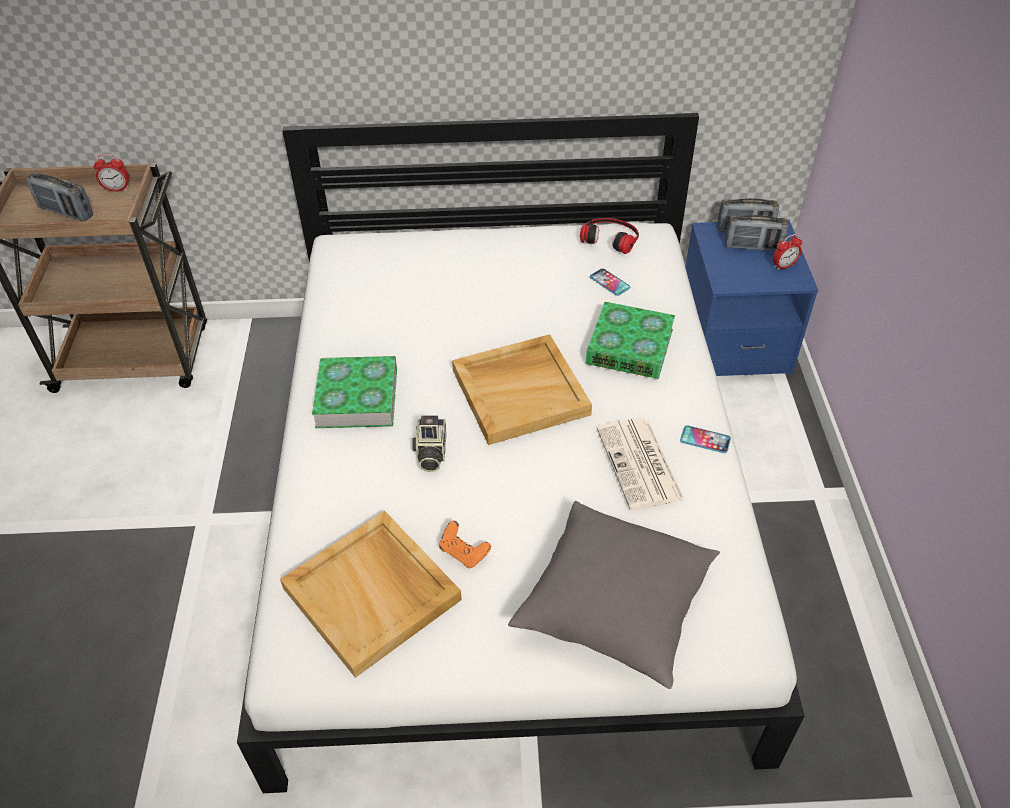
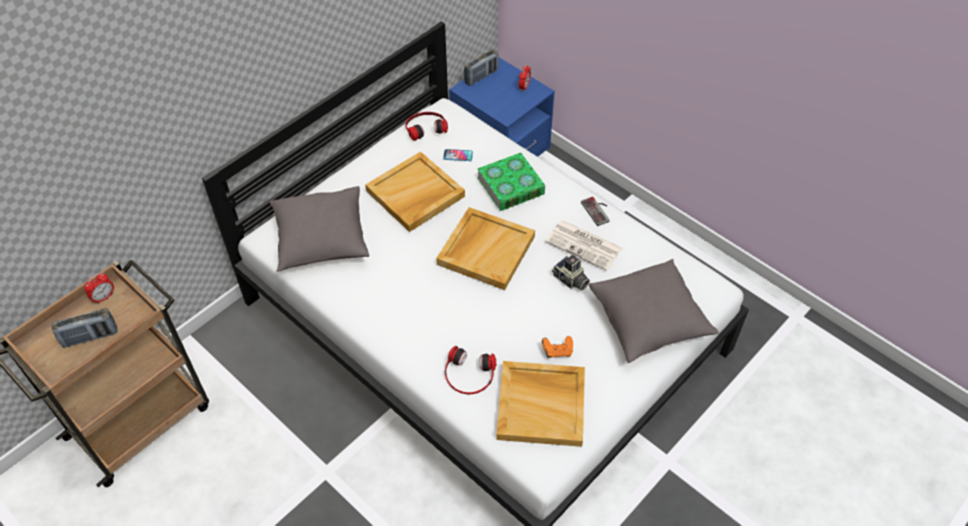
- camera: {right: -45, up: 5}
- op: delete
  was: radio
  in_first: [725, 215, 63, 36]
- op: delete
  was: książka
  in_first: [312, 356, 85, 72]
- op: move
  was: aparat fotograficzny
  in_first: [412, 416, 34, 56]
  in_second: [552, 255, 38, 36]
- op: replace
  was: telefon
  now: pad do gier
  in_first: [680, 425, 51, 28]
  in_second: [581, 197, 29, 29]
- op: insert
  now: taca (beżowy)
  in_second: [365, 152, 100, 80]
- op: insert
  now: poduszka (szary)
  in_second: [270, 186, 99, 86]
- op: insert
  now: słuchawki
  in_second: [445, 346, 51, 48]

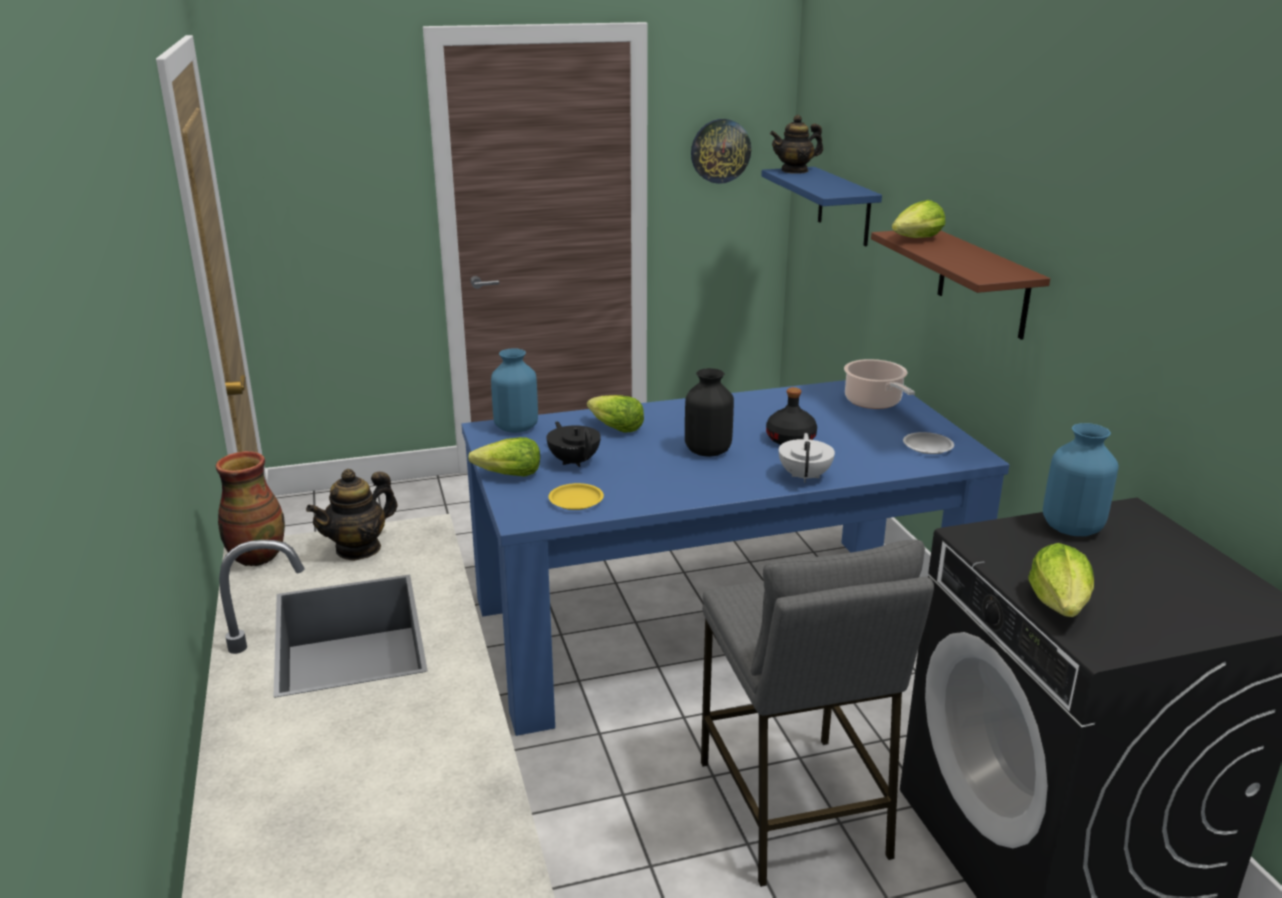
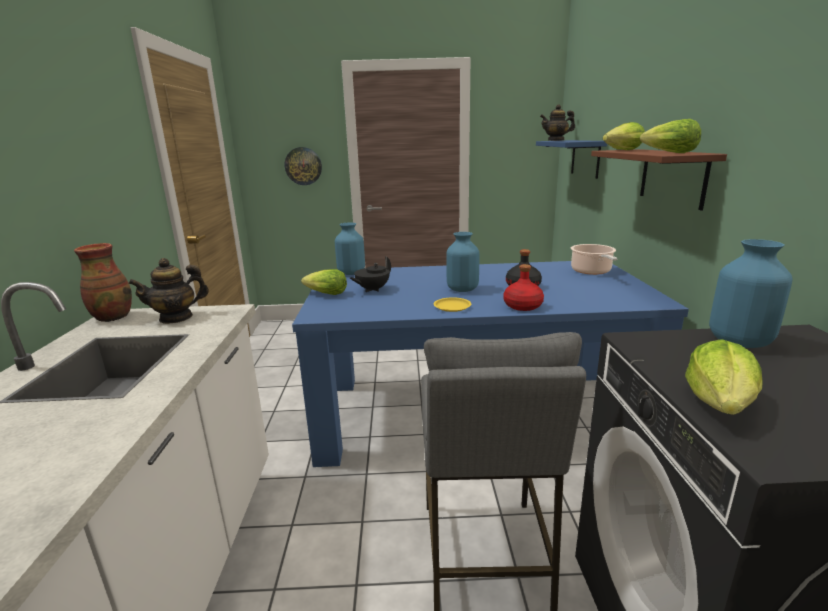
- camera: {right: 15, up: -5}
- op: move
  was: zegar ścienny
  in_first: [691, 119, 60, 65]
  in_second: [285, 147, 37, 38]
- op: recolor
  was: wazon (czarny)
  now: wazon (niebieski)
  in_first: [685, 368, 49, 89]
  in_second: [446, 232, 33, 60]
- op: move
  was: sałata
  in_first: [587, 395, 57, 38]
  in_second: [640, 119, 61, 34]
- op: rotate
  was: imbryk (czarny)
  in_first: [546, 421, 55, 46]
  in_second: [350, 256, 41, 36]
  clockwise: -120
- op: delete
  was: talerz (biały)
  in_first: [903, 432, 51, 22]
- op: replace
  was: imbryk (biały)
  now: butelka (czerwony)
  in_first: [779, 433, 56, 50]
  in_second: [503, 264, 41, 47]
- op: move
  was: talerz (żółty)
  in_first: [548, 483, 56, 27]
  in_second: [433, 297, 38, 15]

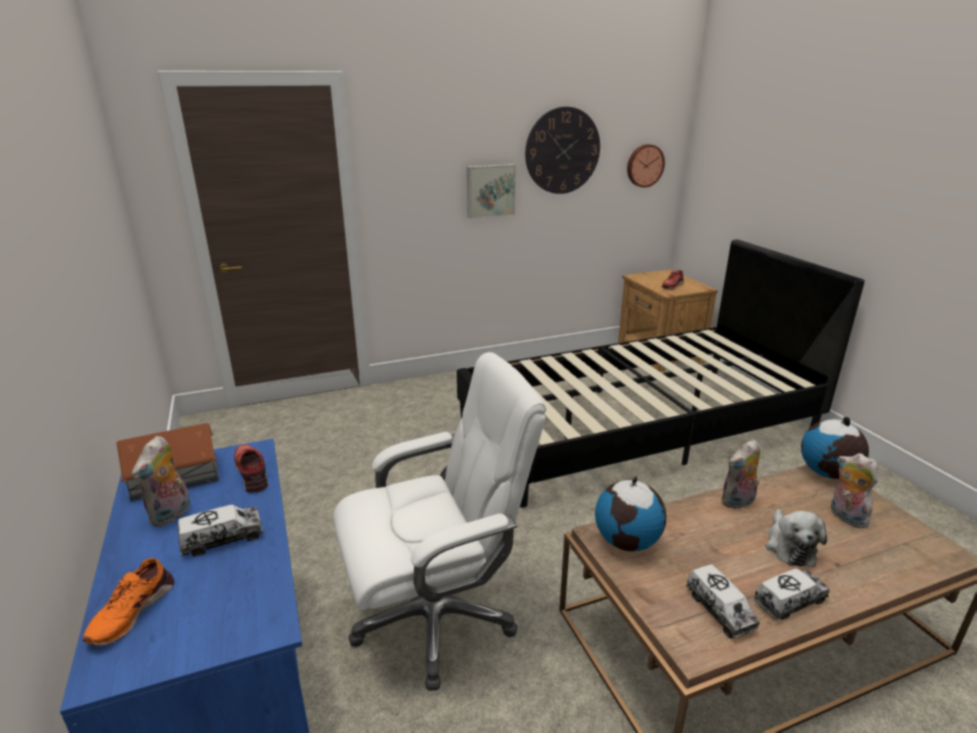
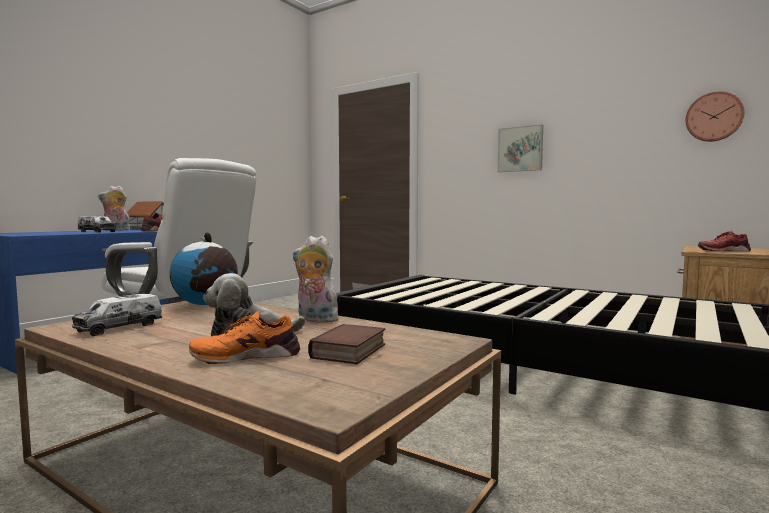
- camera: {right: 55, up: -20}
- op: delete
  was: zegar ścienny
  in_first: [525, 107, 75, 87]
- op: delete
  was: globus
  in_first: [801, 417, 68, 62]
- op: replace
  was: pluszak
  now: książka
  in_first: [831, 453, 48, 75]
  in_second: [308, 324, 77, 40]
- op: move
  was: but (pomarańczowy)
  in_first: [83, 558, 91, 88]
  in_second: [189, 311, 111, 53]
- op: delete
  was: ciężarówka zabawkowa
  in_first: [753, 569, 77, 51]

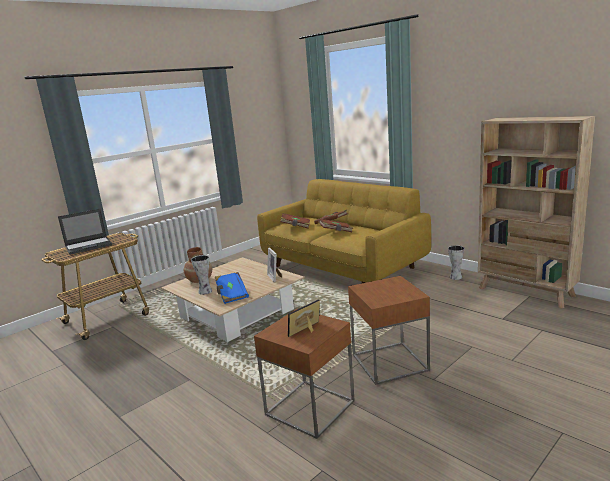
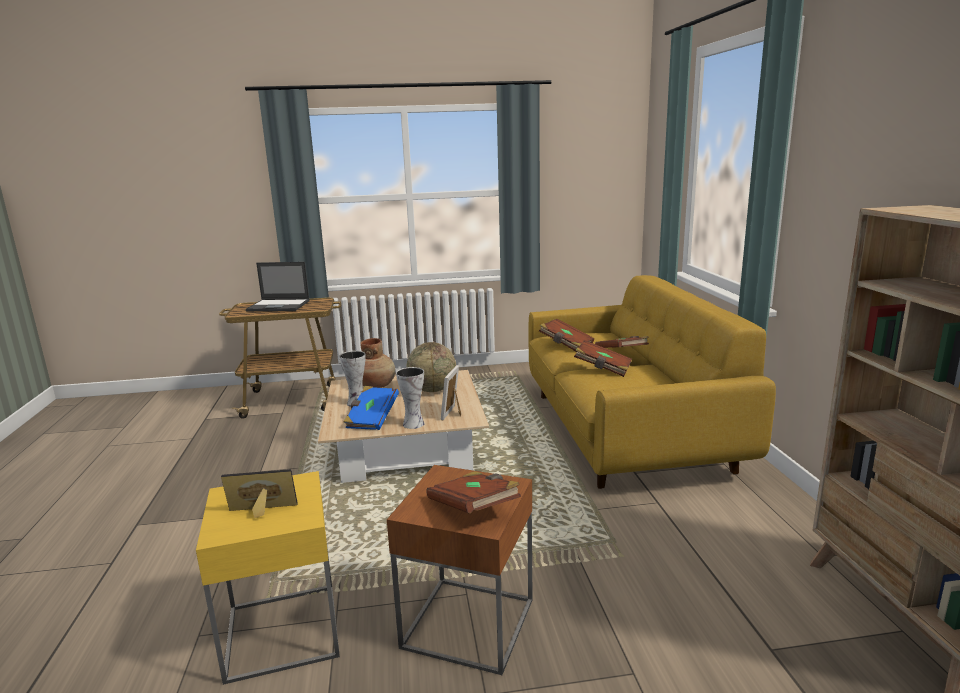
- camera: {right: 35, up: 0}
- op: move
  was: wazon
  in_first: [448, 245, 16, 35]
  in_second: [396, 367, 29, 62]
- op: recolor
  was: stolik (brązowy)
  now: stolik (żółty)
  in_first: [254, 309, 101, 130]
  in_second: [196, 471, 144, 214]
- op: insert
  now: globus
  in_second: [406, 342, 50, 50]
- op: insert
  now: książka (brązowy)
  in_second: [426, 471, 95, 42]

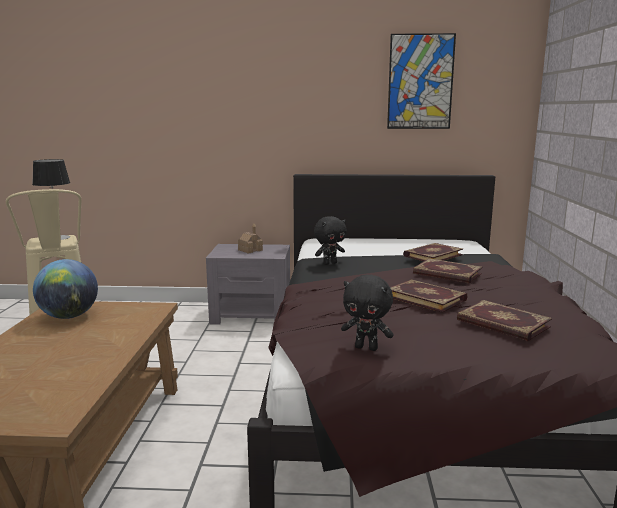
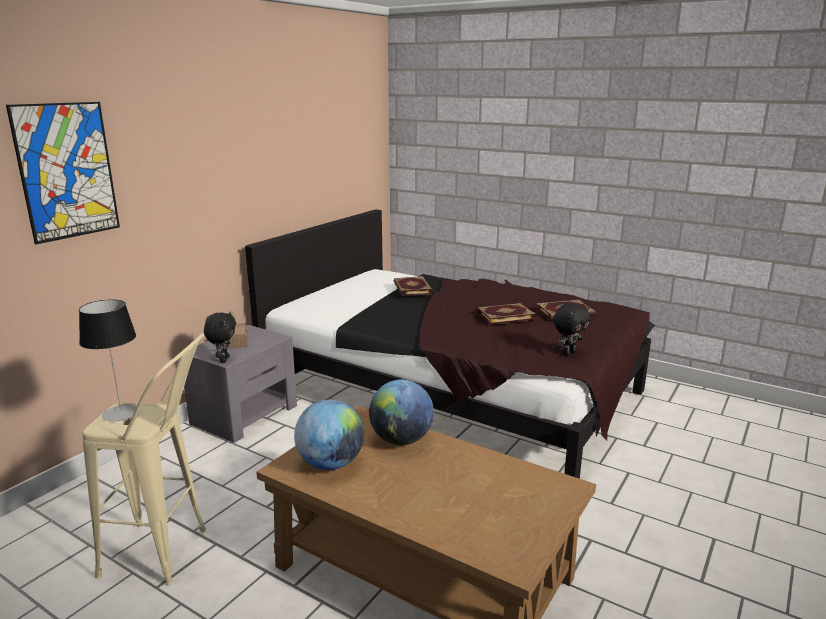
- camera: {right: -60, up: 5}
- op: move
  was: obraz
  in_first: [387, 33, 69, 96]
  in_second: [6, 102, 114, 142]
- op: move
  was: pluszak (czarny)
  in_first: [314, 216, 33, 49]
  in_second: [204, 312, 32, 51]
- op: delete
  was: książka
  in_first: [413, 258, 69, 26]
- op: insert
  now: globus
  in_second: [369, 380, 65, 65]

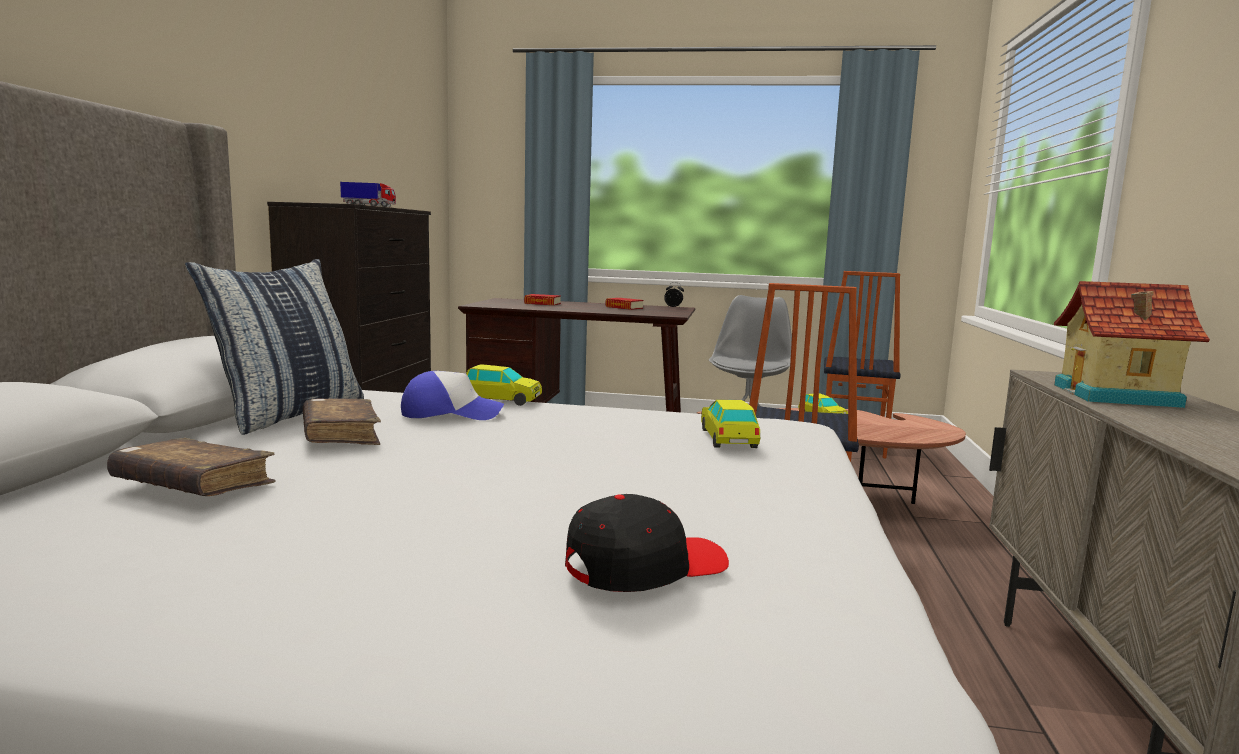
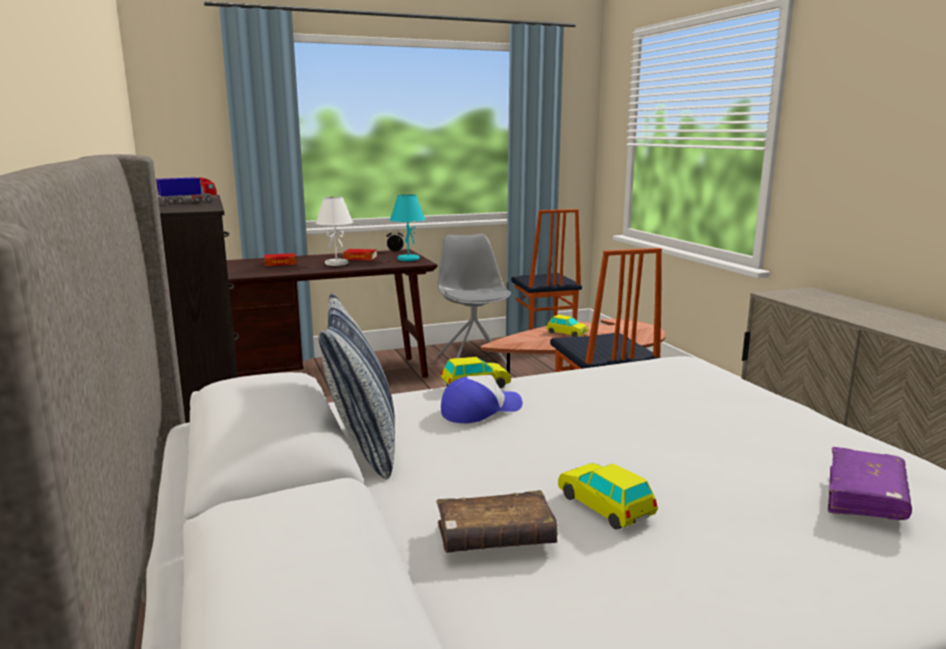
- camera: {right: -30, up: 5}
- op: delete
  was: domek
  in_first: [1054, 281, 156, 127]
- op: delete
  was: książka (brązowy)
  in_first: [303, 398, 78, 47]
- op: move
  was: samochodzik
  in_first: [701, 400, 59, 48]
  in_second: [558, 463, 100, 67]
- op: replace
  was: czapka z daszkiem (czarny)
  now: książka (fioletowy)
  in_first: [565, 494, 164, 98]
  in_second: [828, 447, 84, 73]
- op: insert
  now: lampa stołowa (turkusowy)
  in_second: [390, 194, 35, 67]
- op: insert
  now: lampa stołowa (biały)
  in_second: [316, 197, 37, 69]

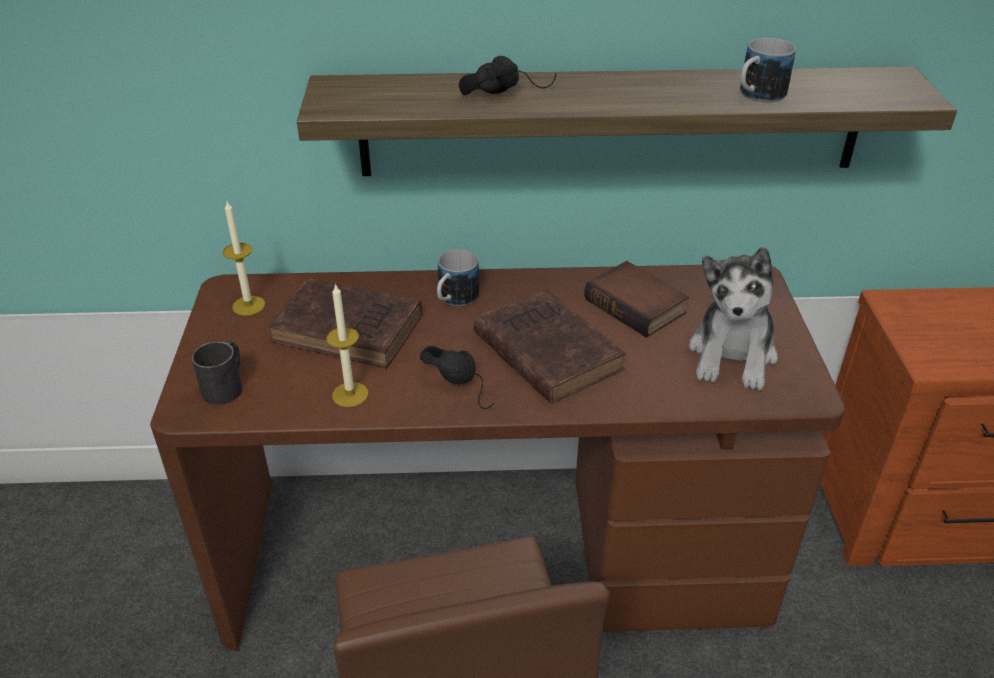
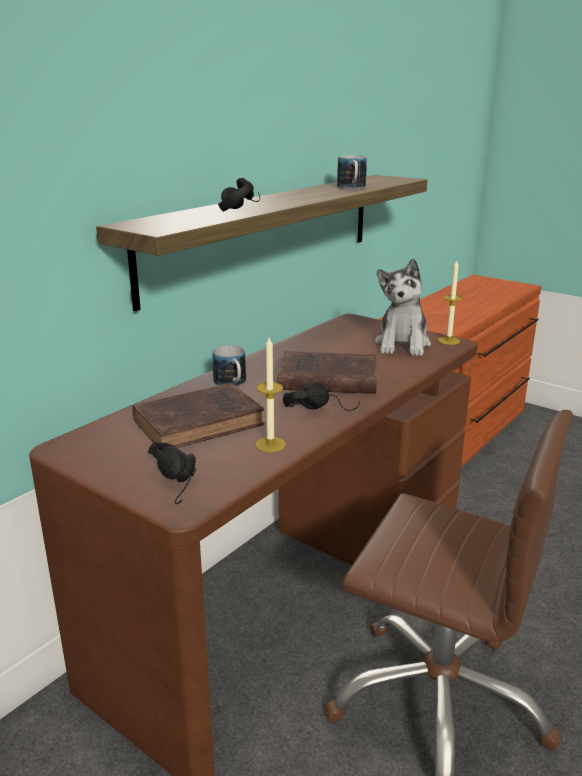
- camera: {right: -50, up: -15}
- op: move
  was: świeca
  in_first: [223, 201, 42, 115]
  in_second: [438, 261, 25, 84]
- op: rotate
  was: pluszak
  in_first: [689, 247, 89, 143]
  in_second: [374, 259, 57, 97]
  clockwise: 45
- op: delete
  was: książka
  in_first: [584, 261, 105, 77]
- op: replace
  was: kubek (czarny)
  now: słuchawki (czarny)
  in_first: [192, 341, 50, 64]
  in_second: [148, 442, 48, 62]

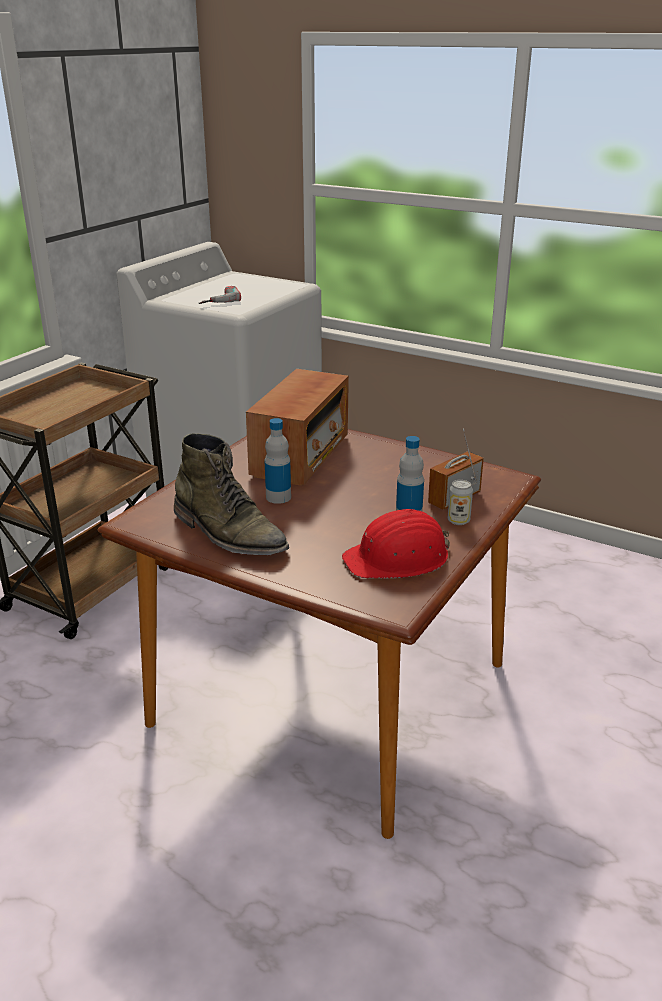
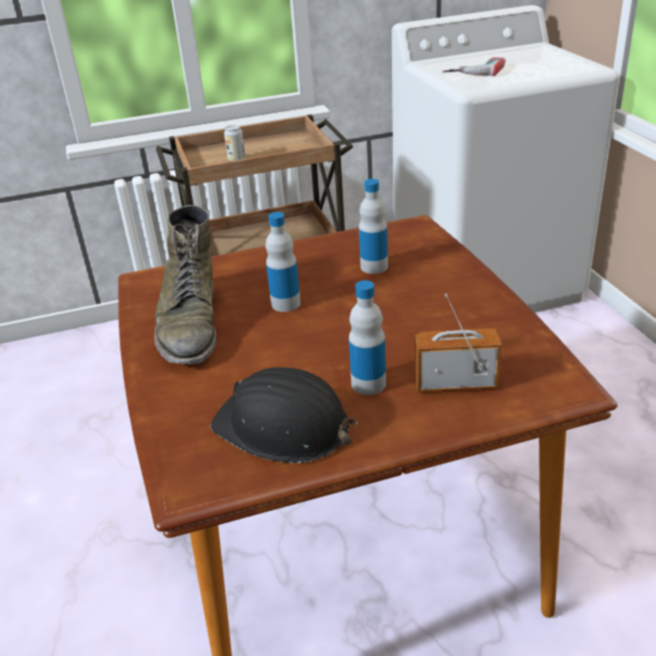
- camera: {right: 45, up: 5}
- op: replace
  was: radio
  now: butelka
  in_first: [246, 369, 103, 117]
  in_second: [359, 179, 29, 95]
- op: move
  was: puszka
  in_first: [448, 480, 25, 45]
  in_second: [224, 125, 21, 36]
- op: recolor
  was: kask (czerwony)
  now: kask (czarny)
  in_first: [342, 509, 108, 70]
  in_second: [210, 367, 147, 96]

